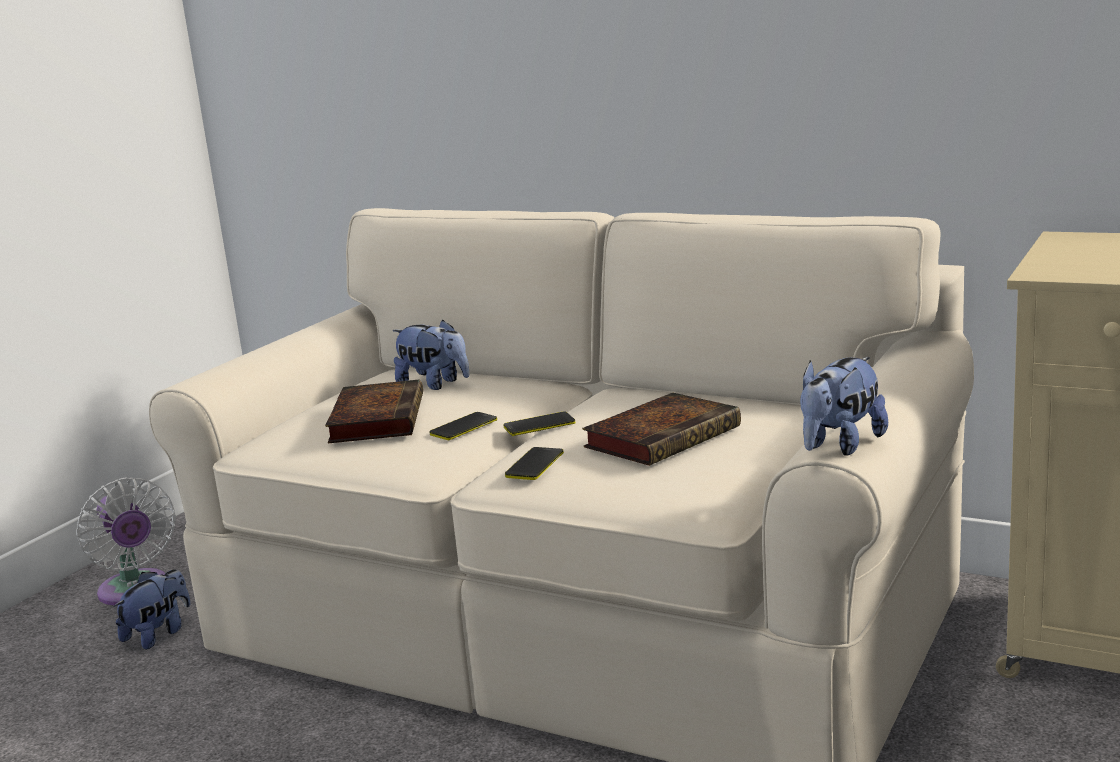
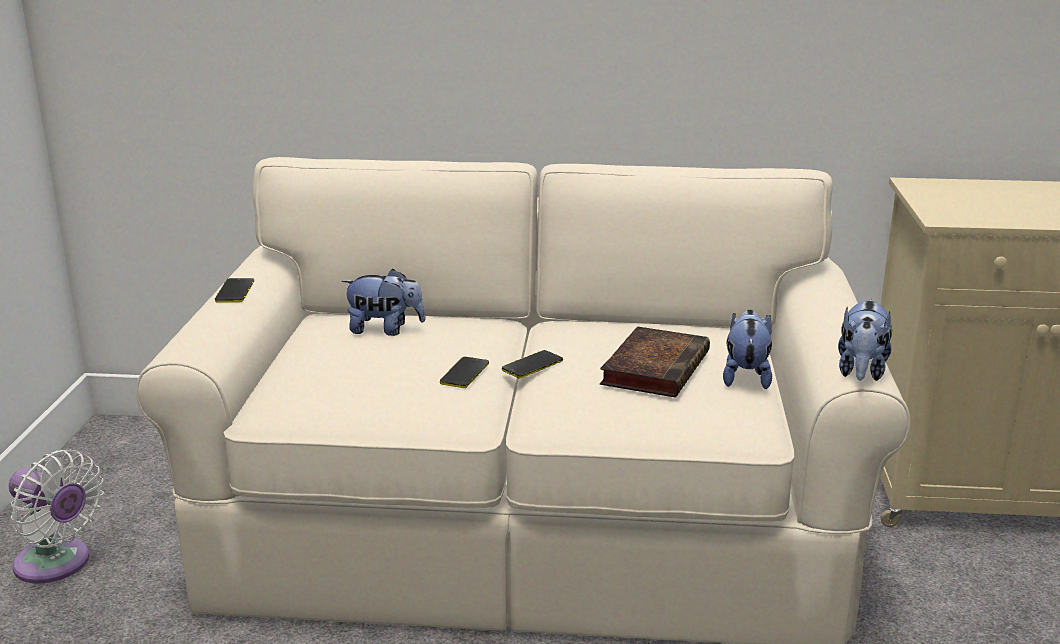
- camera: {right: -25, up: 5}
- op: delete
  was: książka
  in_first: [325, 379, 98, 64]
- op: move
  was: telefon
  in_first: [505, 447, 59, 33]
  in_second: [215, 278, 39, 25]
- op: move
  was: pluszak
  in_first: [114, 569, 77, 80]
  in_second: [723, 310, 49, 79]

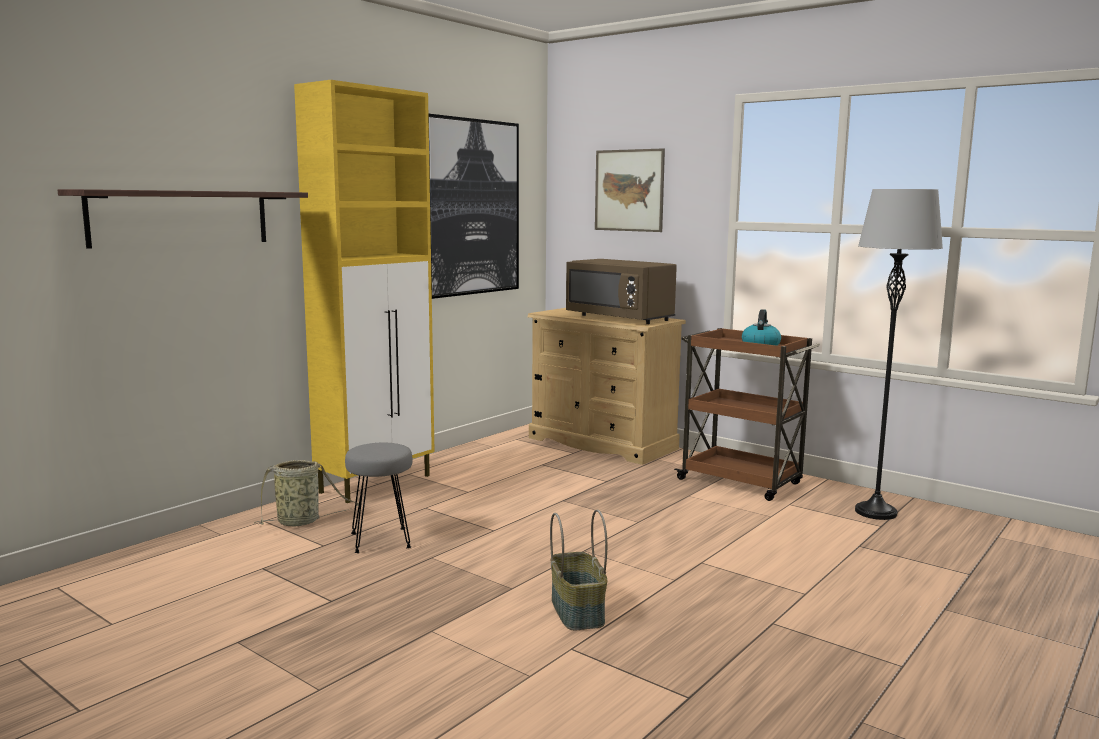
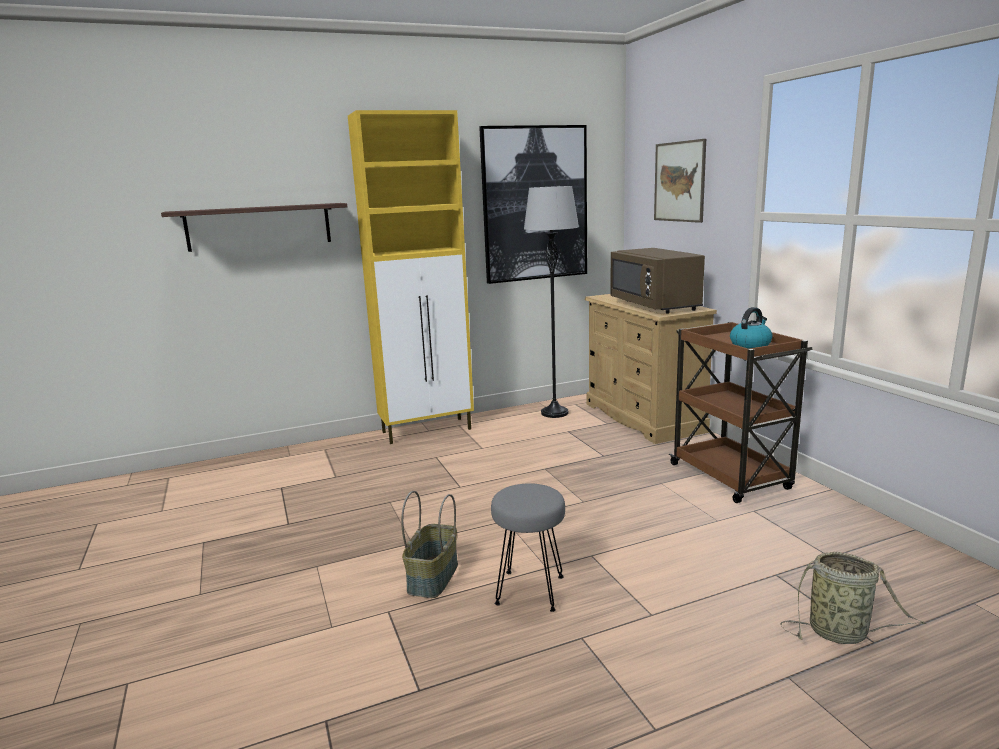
- camera: {right: 30, up: 5}
- op: move
  was: lampa stojąca (szary)
  in_first: [855, 189, 88, 331]
  in_second: [524, 186, 55, 232]
- op: move
  was: stołek (szary)
  in_first: [345, 443, 67, 110]
  in_second: [491, 483, 74, 129]
- op: move
  was: koszyk
  in_first: [254, 460, 105, 66]
  in_second: [780, 552, 146, 92]

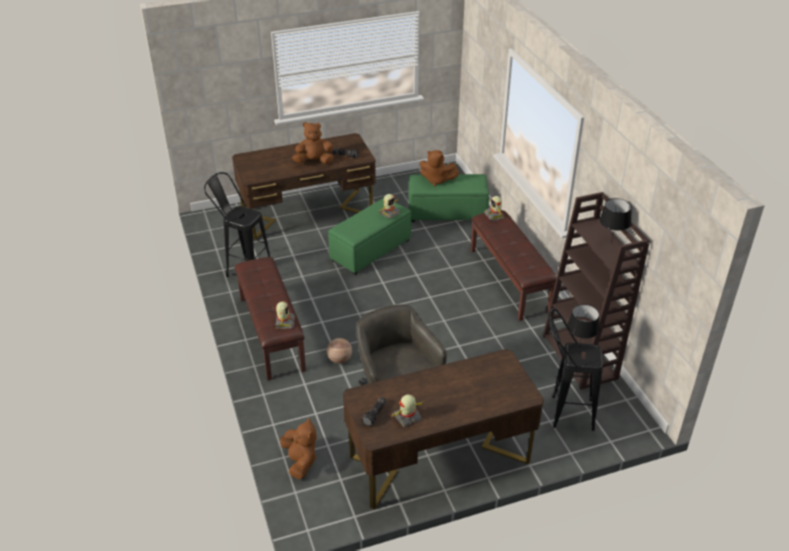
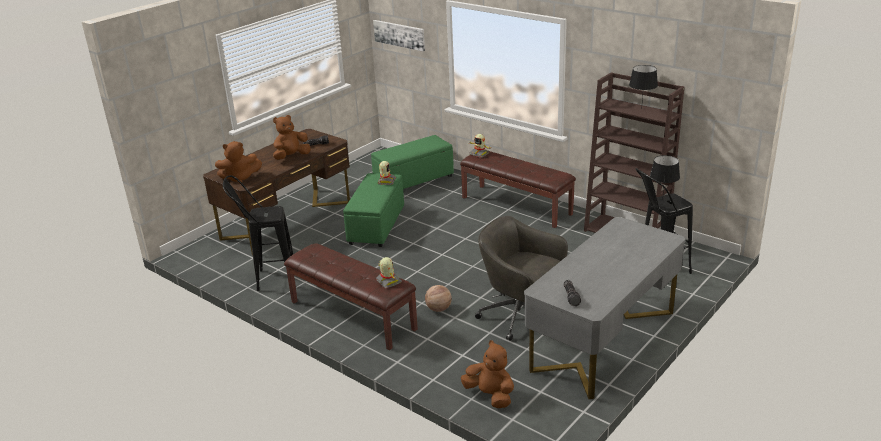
- camera: {right: -30, up: -10}
- op: move
  was: pluszak (brązowy)
  in_first: [419, 150, 40, 36]
  in_second: [215, 141, 47, 43]
- op: recolor
  was: biurko (brązowy)
  now: biurko (szary)
  in_first: [343, 349, 201, 160]
  in_second: [524, 217, 162, 182]
- op: delete
  was: robot zabawkowy
  in_first: [392, 394, 33, 33]
- op: insert
  now: obraz
  in_second: [373, 20, 52, 31]

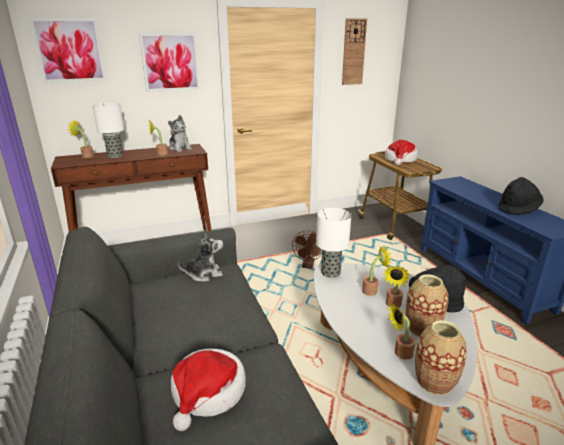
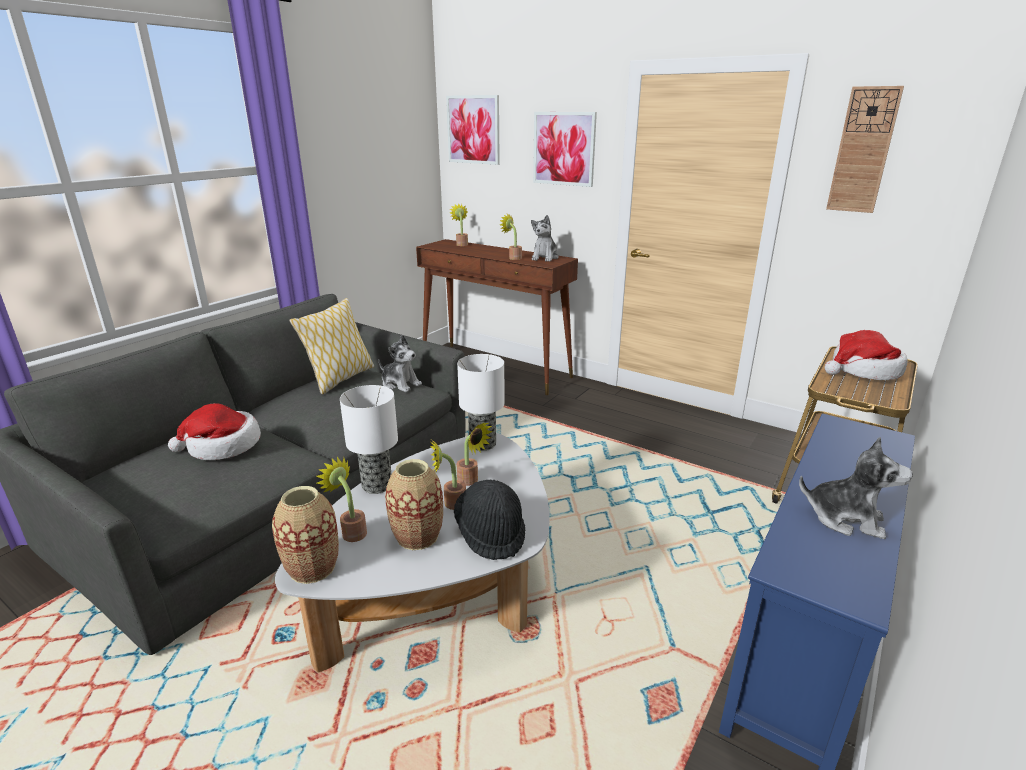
- camera: {right: 55, up: 0}
- op: move
  was: lampa stołowa
  in_first: [93, 103, 31, 55]
  in_second: [340, 385, 58, 109]
- op: replace
  was: kapelusz (czarny)
  now: pluszak
  in_first: [498, 177, 46, 38]
  in_second: [799, 437, 114, 102]
- op: delete
  was: wentylator (brązowy)
  in_first: [292, 230, 30, 39]
- op: insert
  now: poduszka
  in_second: [289, 298, 85, 96]

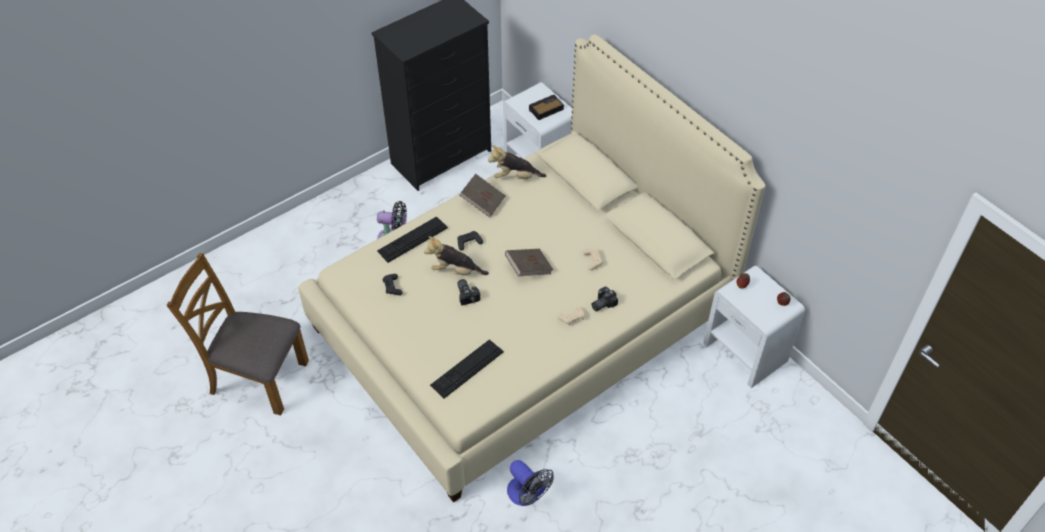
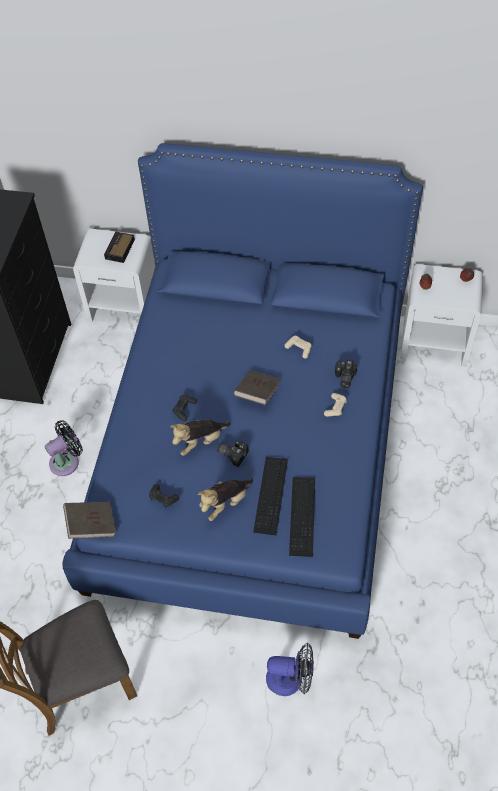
- camera: {right: -40, up: 5}
- op: recolor
  was: łóżko (beżowy)
  now: łóżko (niebieski)
  in_first: [298, 35, 468, 467]
  in_second: [62, 143, 361, 496]
- op: move
  was: pluszak
  in_first: [488, 145, 58, 34]
  in_second: [198, 478, 55, 43]
- op: move
  was: książka (brązowy)
  in_first: [460, 174, 46, 44]
  in_second: [63, 502, 53, 37]
- op: move
  was: klawiatura
  in_first: [377, 216, 71, 47]
  in_second: [253, 457, 35, 78]
- op: move
  was: wentylator
  in_first: [507, 460, 47, 46]
  in_second: [266, 643, 48, 53]

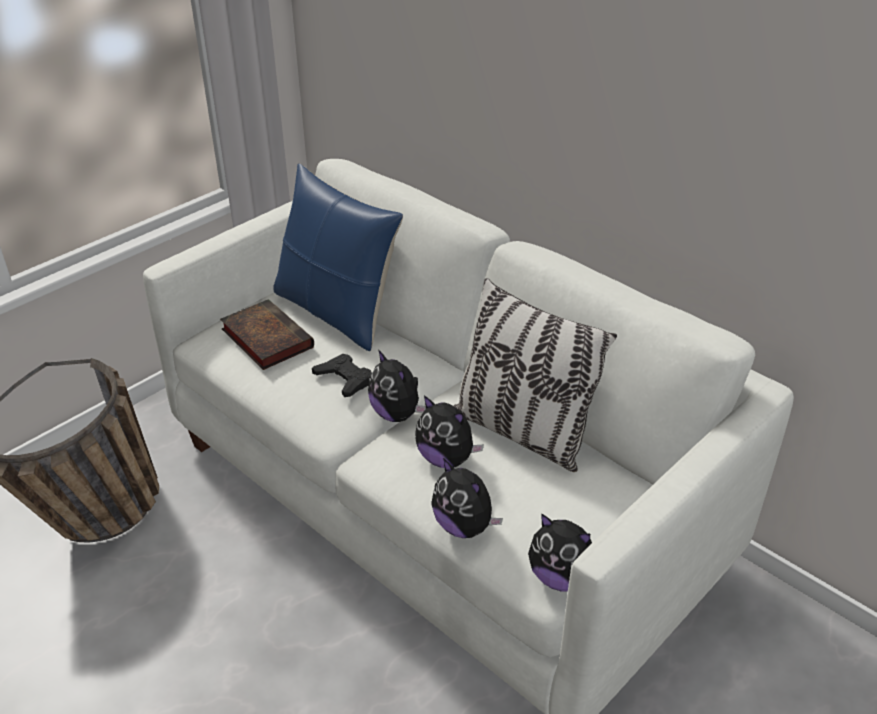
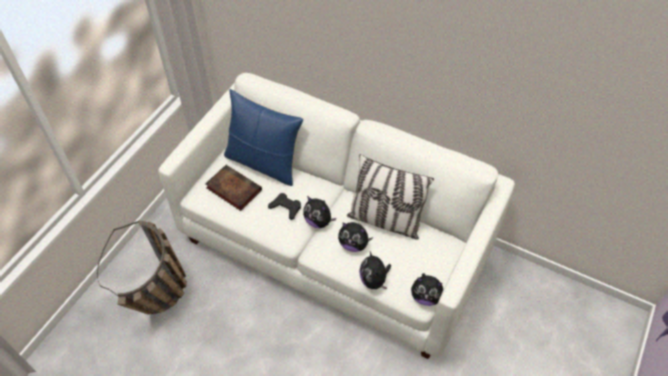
- camera: {right: -15, up: 15}
- op: rotate
  was: pluszak
  in_first: [431, 458, 72, 80]
  in_second: [359, 251, 32, 39]
  clockwise: 45

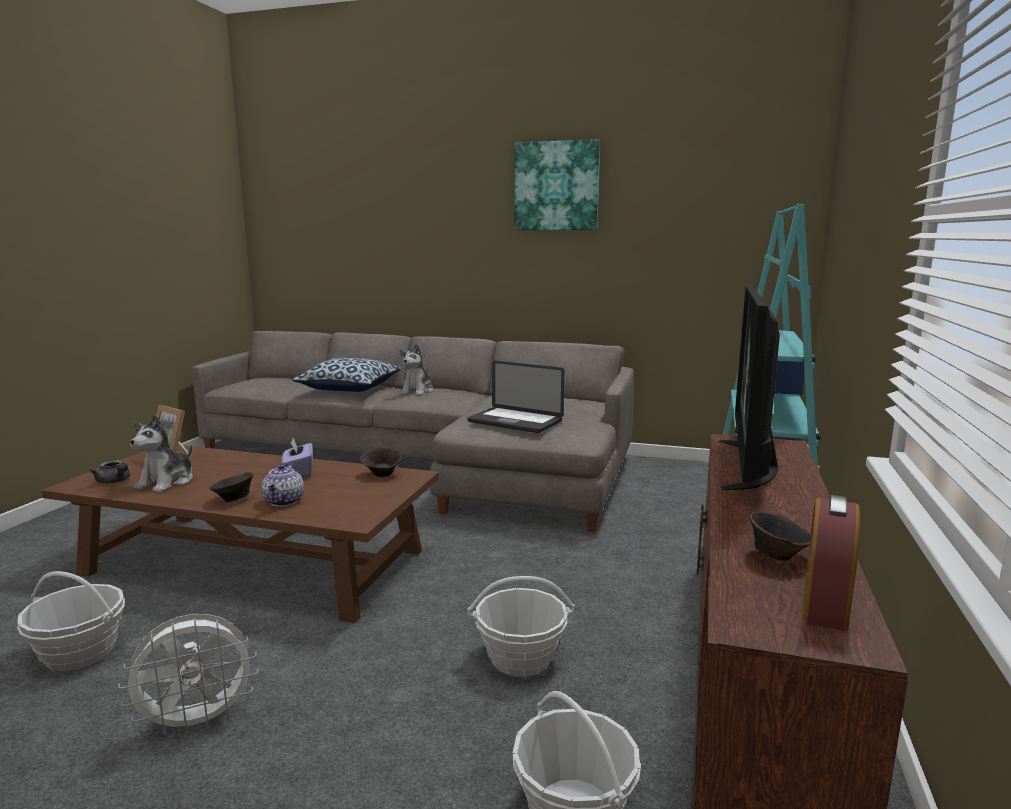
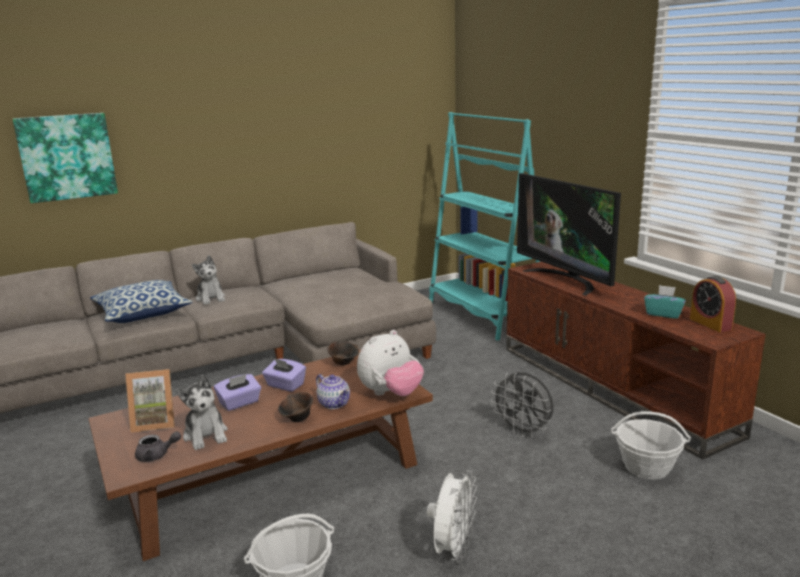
- camera: {right: -45, up: 5}
- op: move
  was: obraz
  in_first: [515, 139, 85, 91]
  in_second: [13, 113, 105, 90]
- op: delete
  was: laptop
  in_first: [467, 361, 97, 72]
- op: replace
  was: miska (brązowy)
  now: pudełko chusteczek (turkusowy)
  in_first: [749, 512, 62, 49]
  in_second: [644, 285, 42, 34]
- op: replace
  was: koszyk
  now: wentylator (szary)
  in_first: [467, 576, 108, 101]
  in_second: [491, 372, 63, 65]
- op: insert
  now: pluszak
  in_second: [357, 330, 67, 66]
- op: insert
  now: pudełko chusteczek (fioletowy)
  in_second: [214, 374, 47, 37]

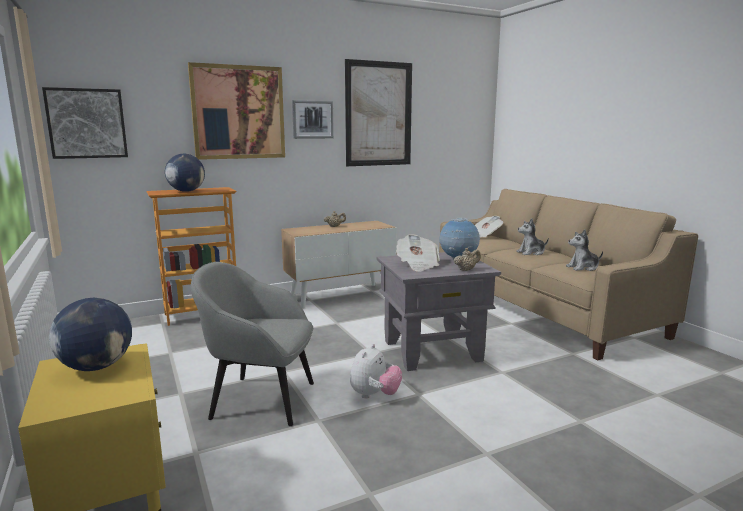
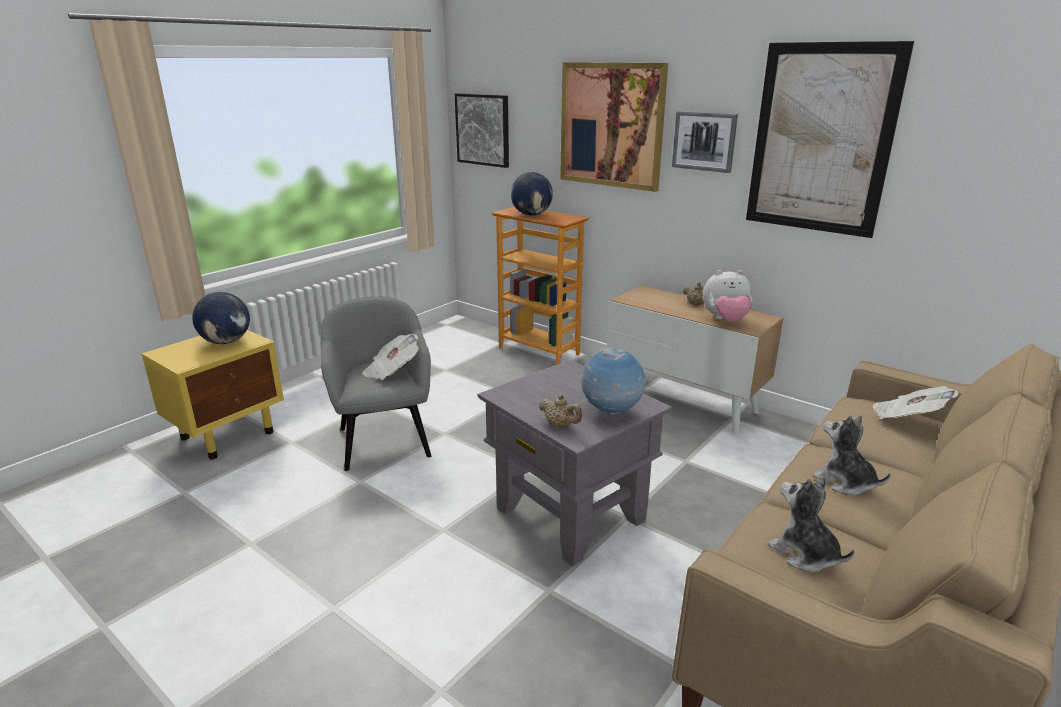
- camera: {right: 65, up: 10}
- op: move
  was: gazeta
  in_first: [395, 234, 45, 38]
  in_second: [363, 334, 56, 46]
- op: move
  was: pluszak
  in_first: [350, 344, 52, 54]
  in_second: [703, 270, 50, 52]

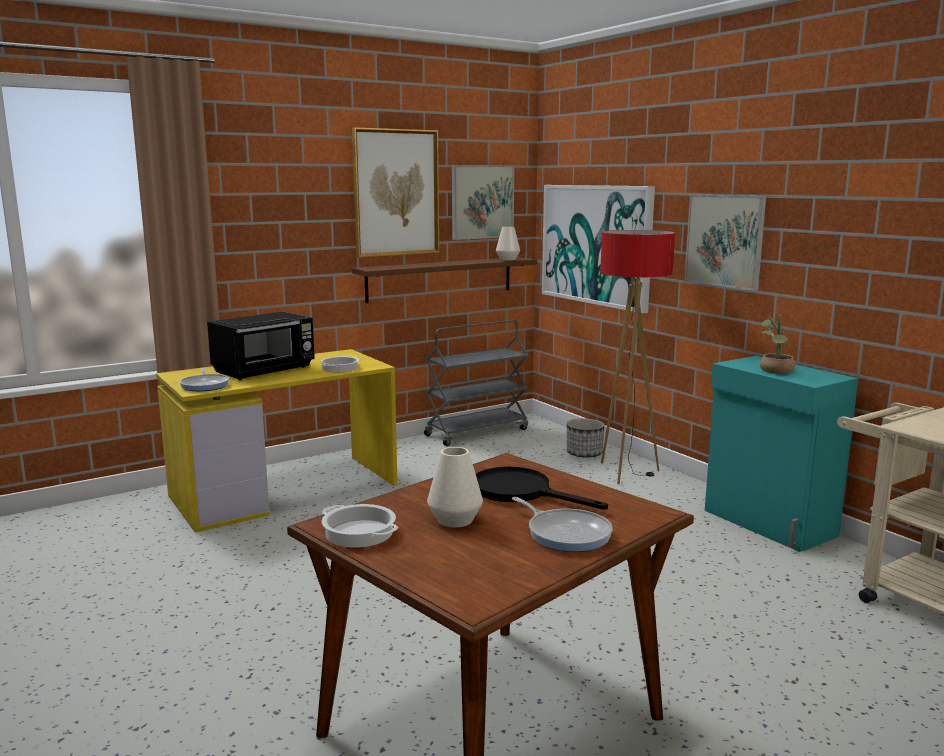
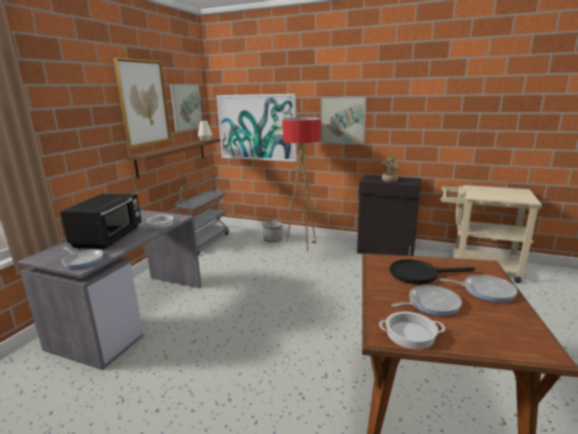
- camera: {right: -35, up: 5}
- op: recolor
  was: biurko (żółty)
  now: biurko (szary)
  in_first: [156, 349, 242, 184]
  in_second: [17, 210, 184, 160]
- op: recolor
  was: szafka (turkusowy)
  now: szafka (czarny)
  in_first: [705, 356, 153, 196]
  in_second: [357, 175, 64, 81]
- op: replace
  was: wazon (biały)
  now: patelnia
  in_first: [427, 447, 56, 81]
  in_second: [391, 285, 71, 31]

